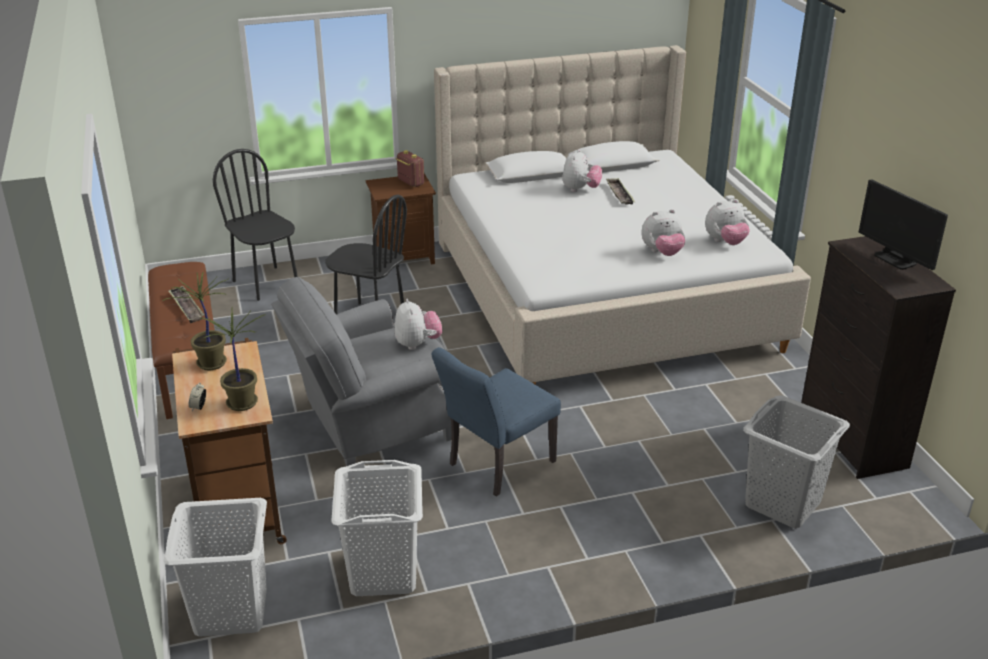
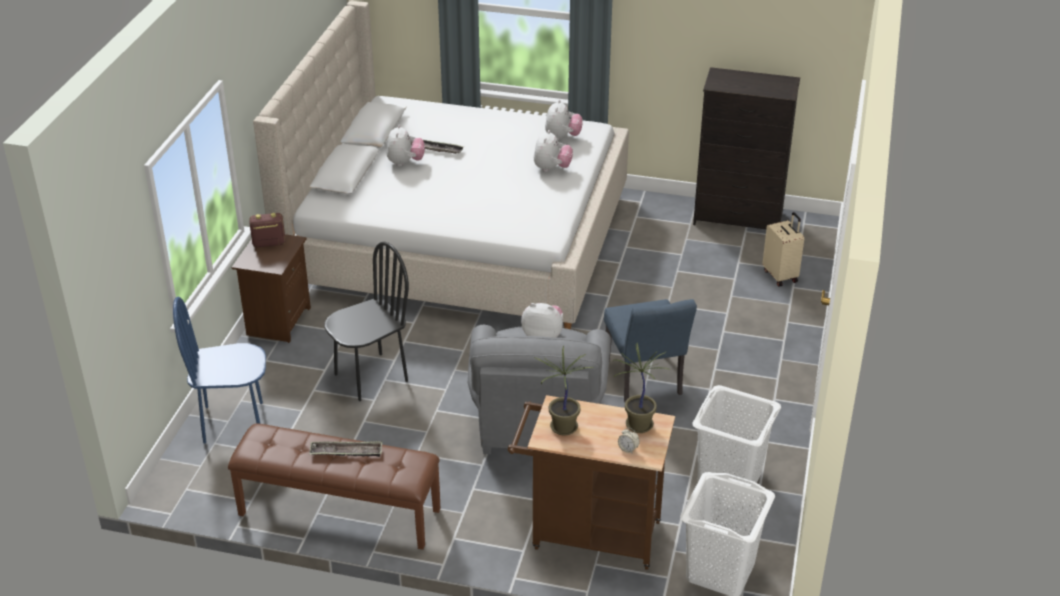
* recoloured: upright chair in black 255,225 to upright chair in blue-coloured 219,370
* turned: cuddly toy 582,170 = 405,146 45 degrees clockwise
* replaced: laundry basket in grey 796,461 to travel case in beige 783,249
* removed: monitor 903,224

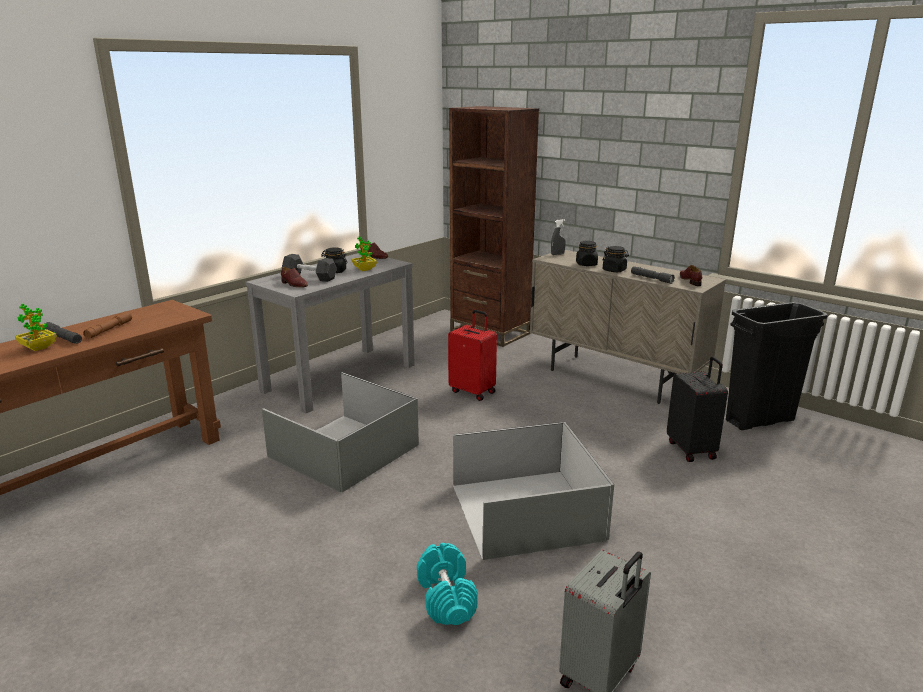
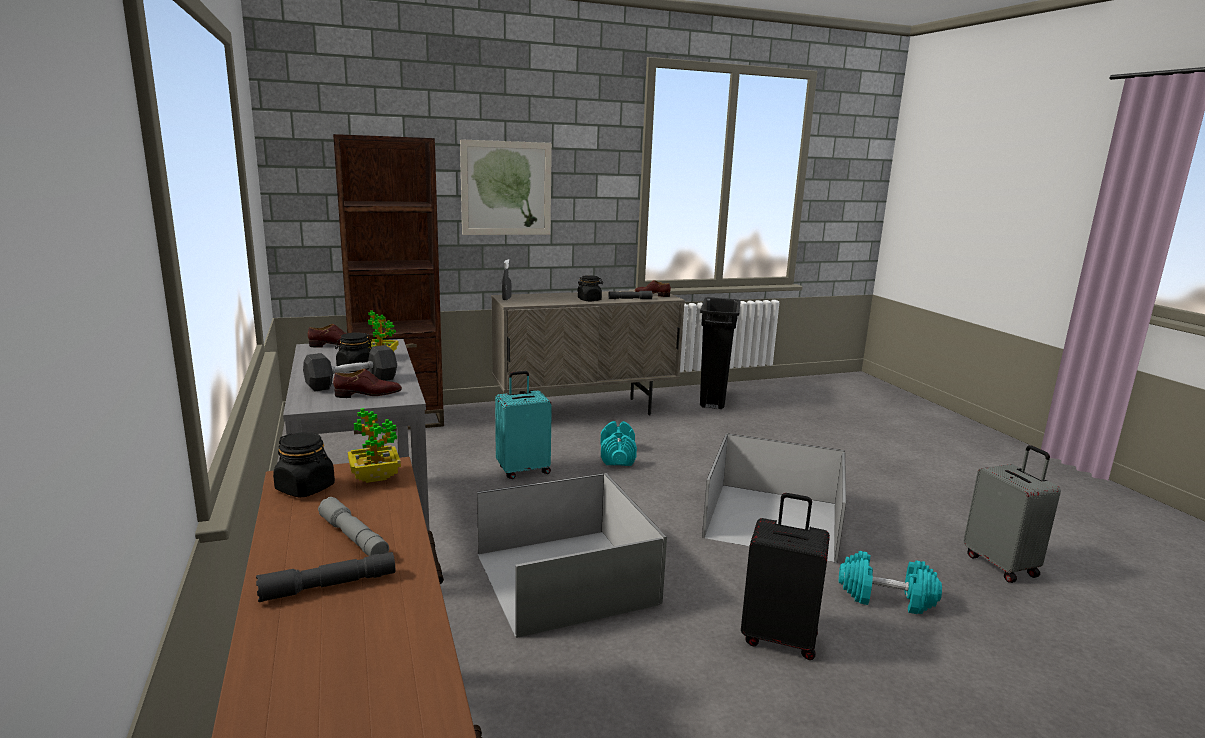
* moved: jar in black 587,253 to 304,465
* recoloured: hand torch in brown-coloured 107,325 to hand torch in grey 353,526
* moved: plant in a pot 36,327 to 374,445
* added: picture 506,187
* recoloured: travel case in red 472,355 to travel case in turquoise 523,425
* added: dumbbell in turquoise 619,443
* moved: travel case in black 697,409 to 785,576

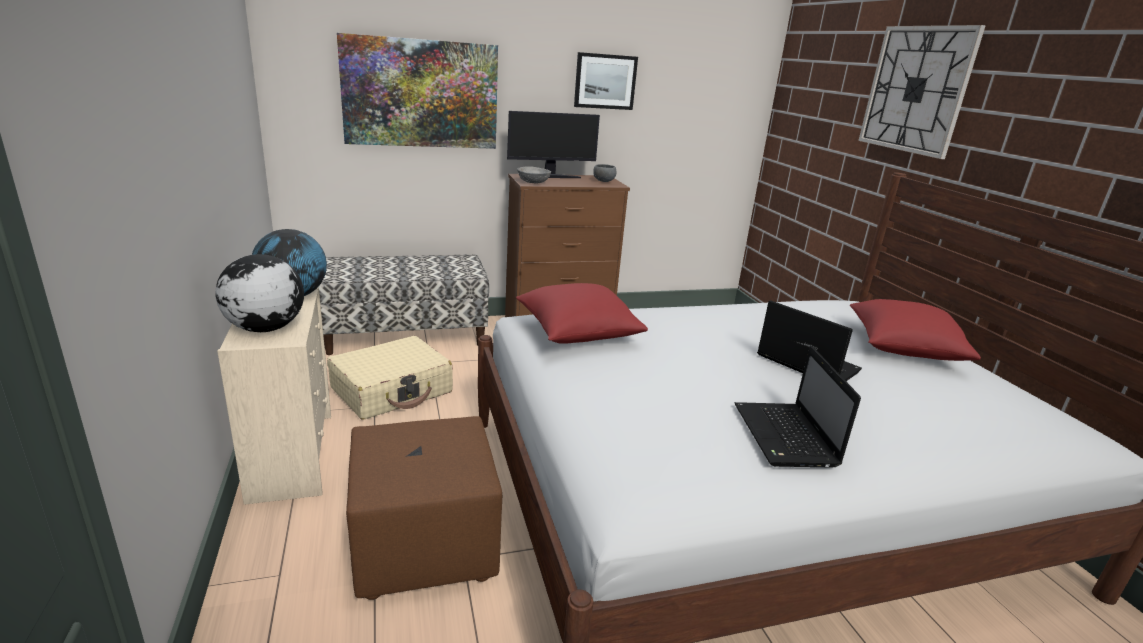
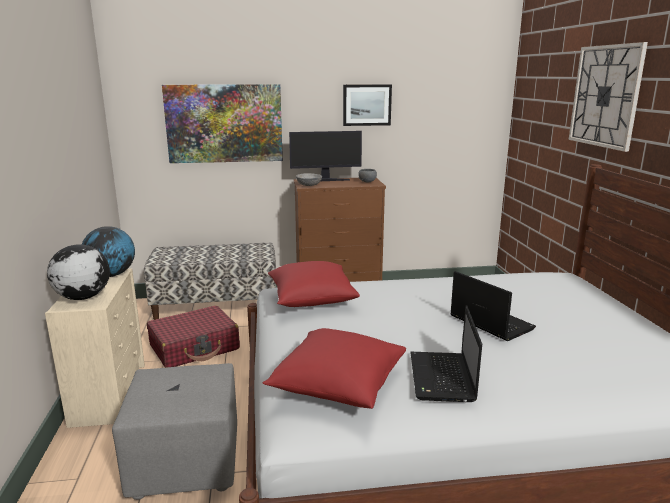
* recoloured: ottoman in brown-coloured 424,508 to ottoman in grey 174,431
* recoloured: travel case in beige 390,378 to travel case in red 193,337
* moved: cushion in red 915,330 to 334,368

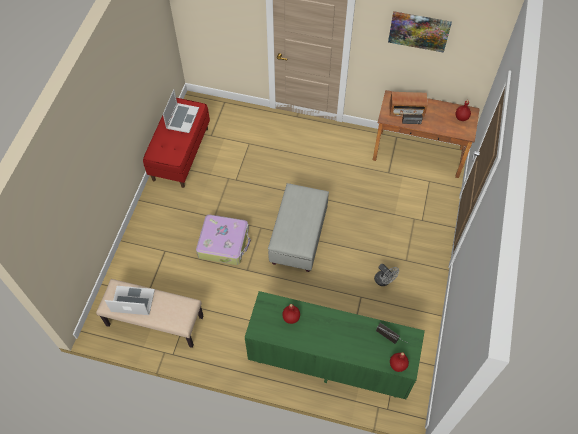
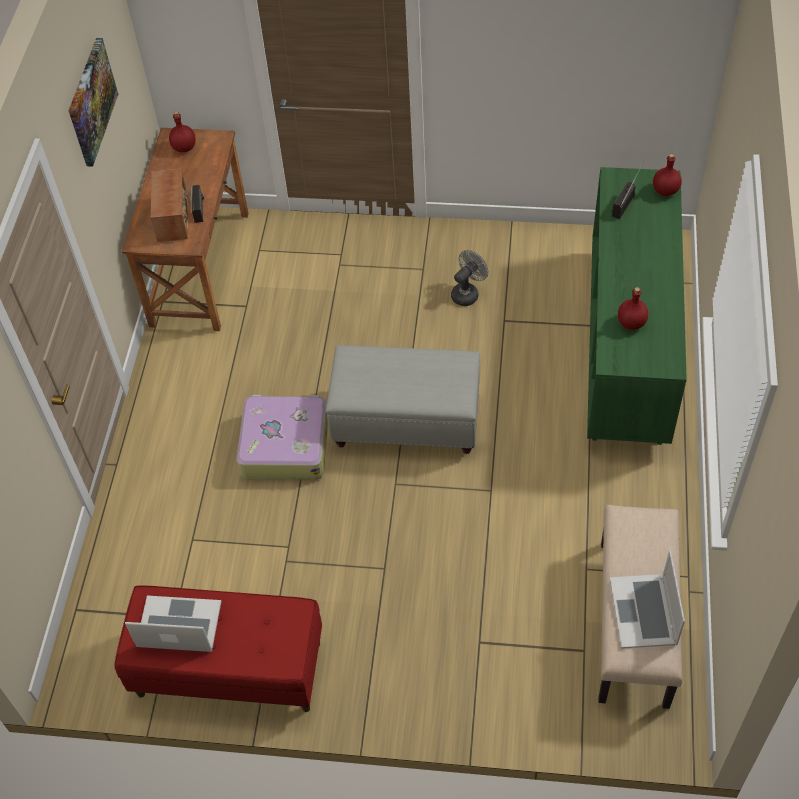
* moved: travel case 223,239 to 282,437

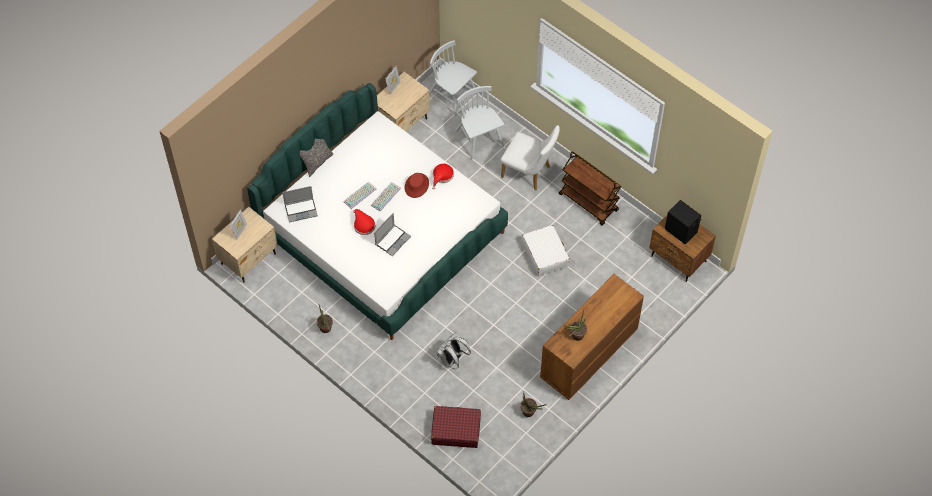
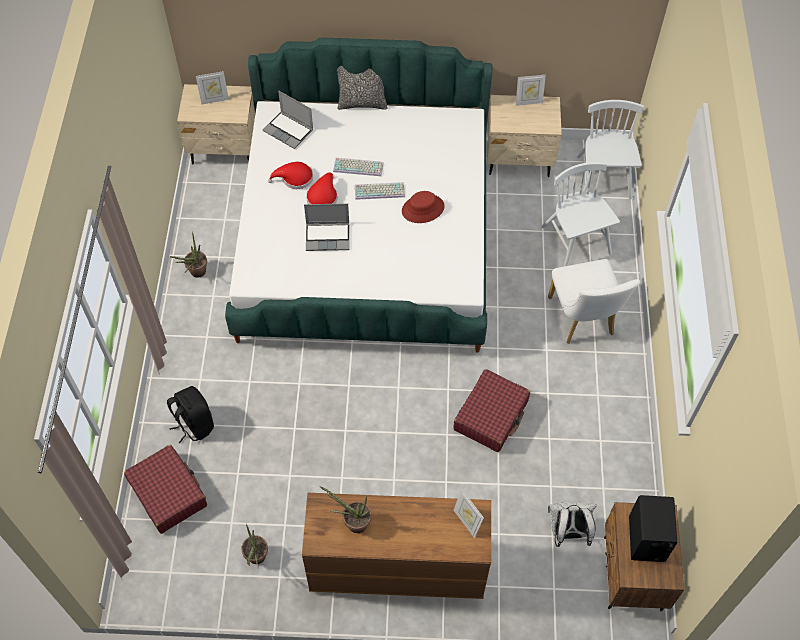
* added: rucksack in black 190,415
* moved: clothing hat in red 443,177 to 290,175
* recoloured: travel case in white-coloured 546,250 to travel case in red 491,410
* added: picture frame 469,513
* turned: upright chair in white-coloured 479,123 = 580,214 45 degrees counterclockwise
* moved: rucksack in white-coloured 454,350 to 572,524
* removed: trolley in brown-coloured 590,188

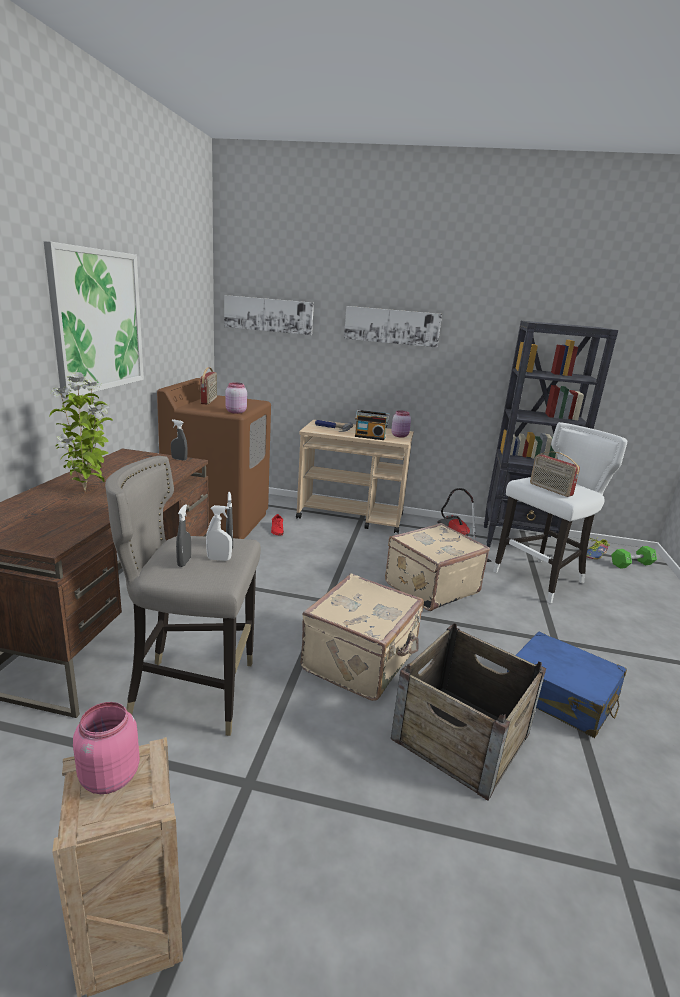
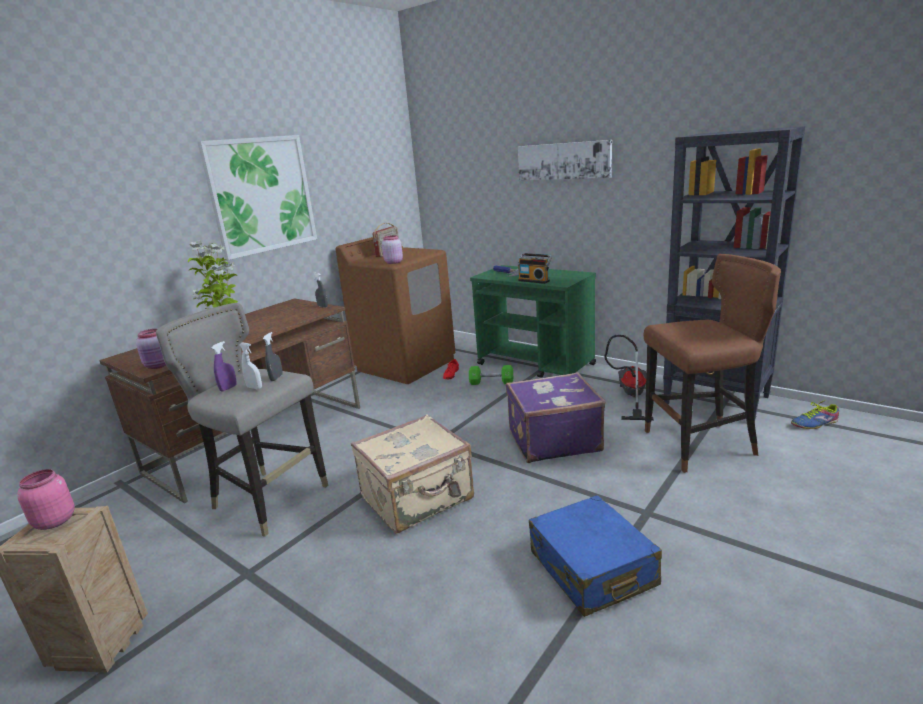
* moved: jar in pink 401,424 to 151,349
* recoloured: sprayer in grey 183,535 to sprayer in purplish 224,366
* moved: dumbbell in green 634,557 to 491,375
* recoloured: trolley in beige 355,476 to trolley in green 533,321
* recoloured: travel case in beige 437,567 to travel case in purplish 555,417
* recoloured: sitting stool in white-coloured 560,512 to sitting stool in brown-coloured 712,363
* removed: picture 269,315
* removed: shipping crate 468,712
* removed: radio receiver 555,474

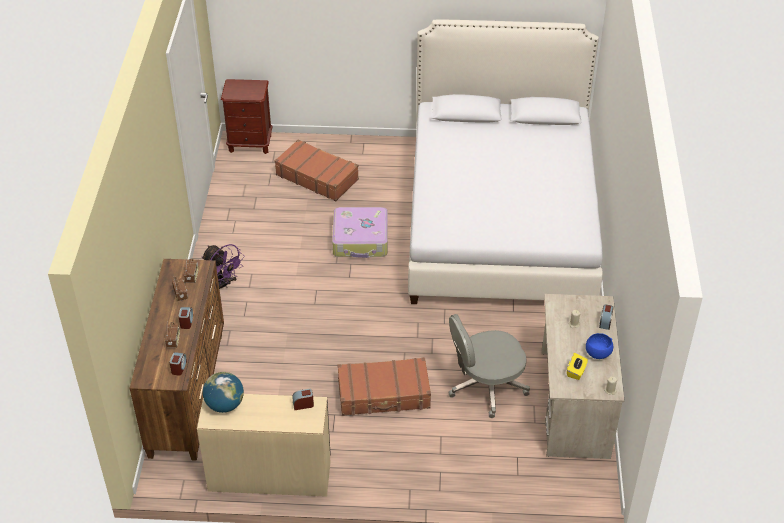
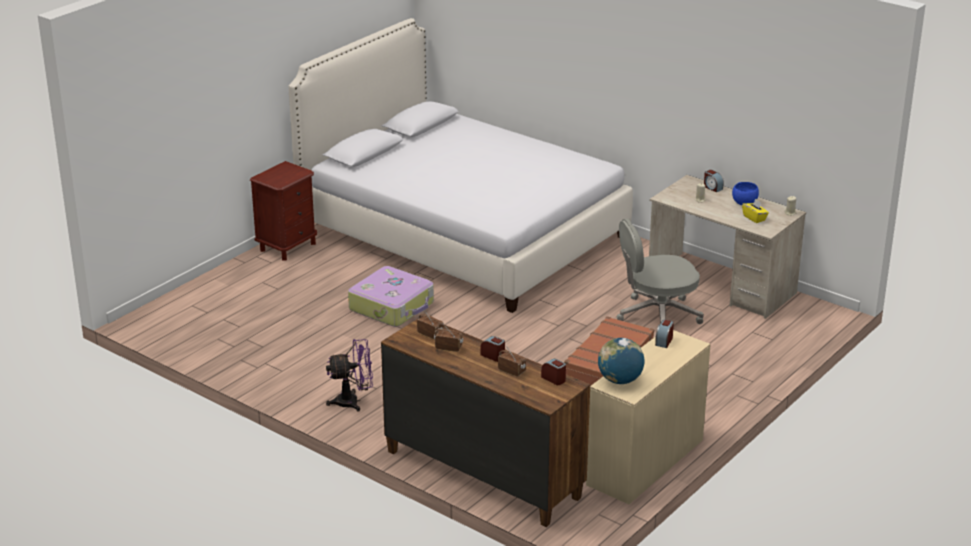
* moved: night table in brown-coloured 247,116 to 283,211
* turned: desk chair in grey 489,366 = 660,271 60 degrees clockwise
* removed: travel case in brown-coloured 316,170

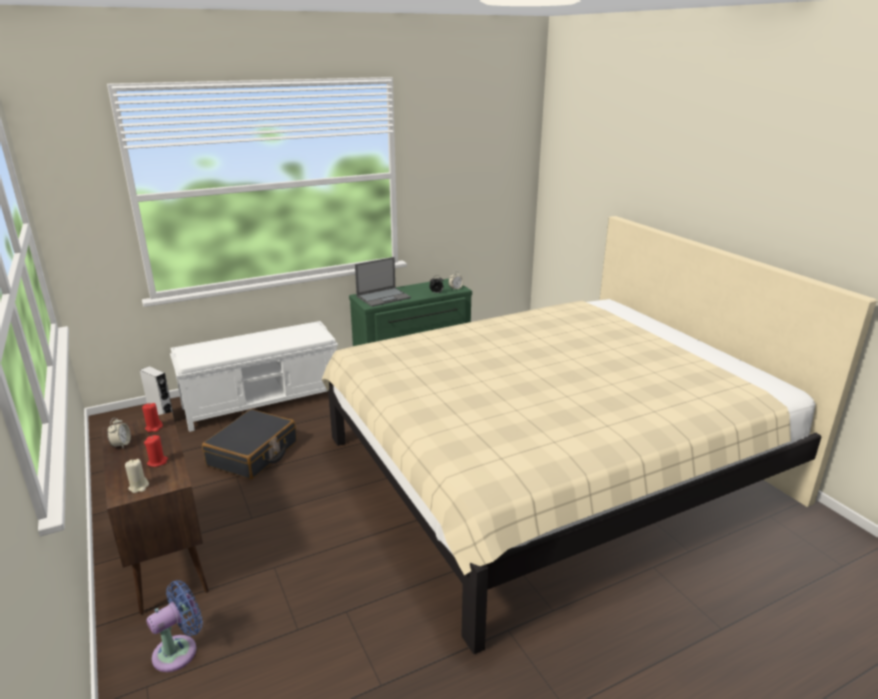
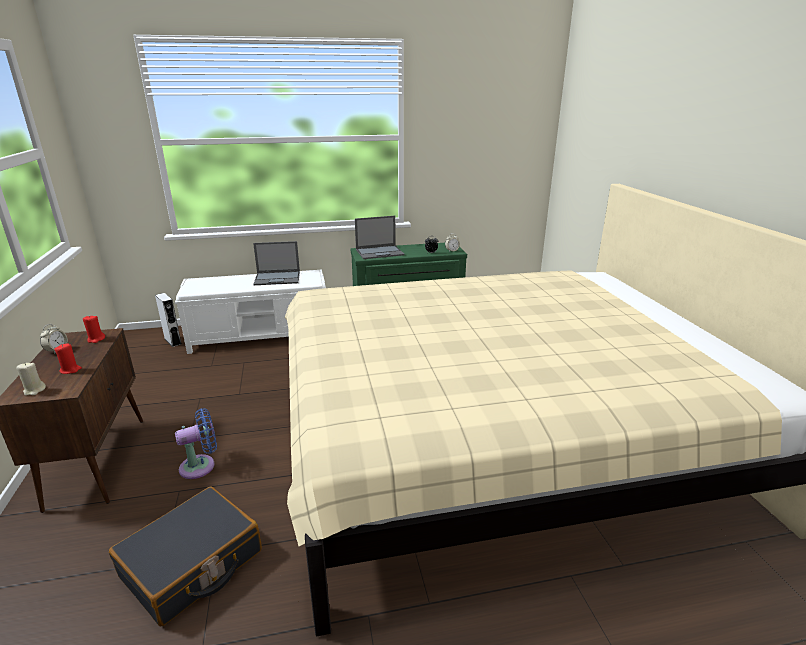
* moved: travel case in black 249,444 to 185,556
* moved: cooling fan in blue-coloured 174,626 to 196,443
* added: laptop 276,263

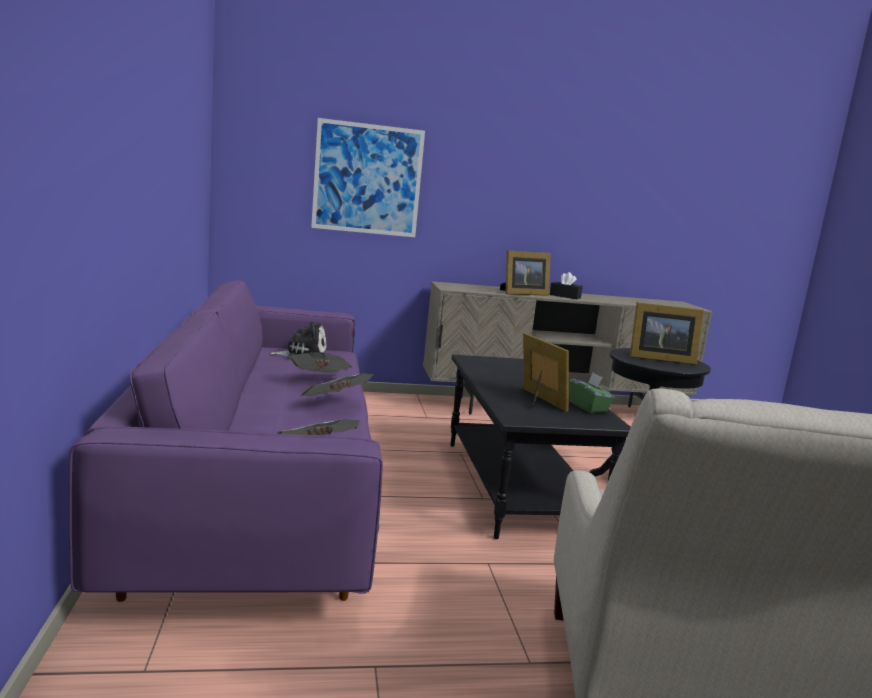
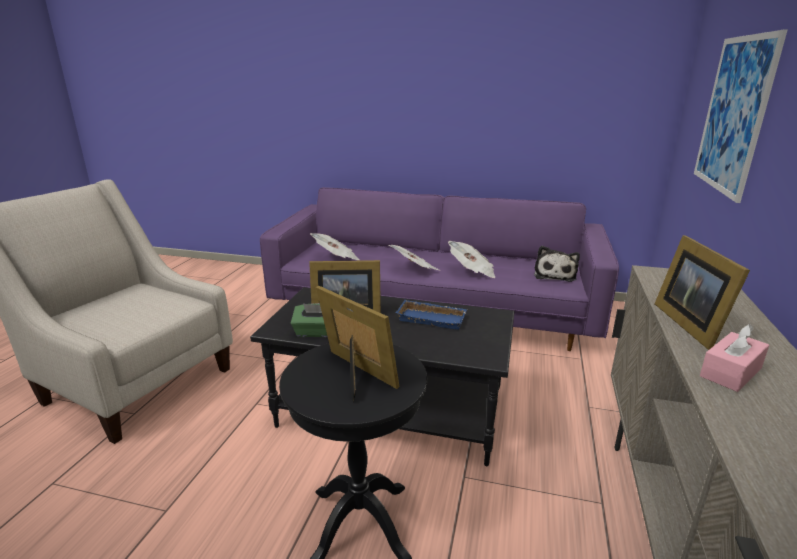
* turned: picture frame 667,333 = 357,344 105 degrees clockwise
* added: carrying tray in blue-coloured 431,315
* recoloured: tissue holder in black 566,285 to tissue holder in pink 734,358

